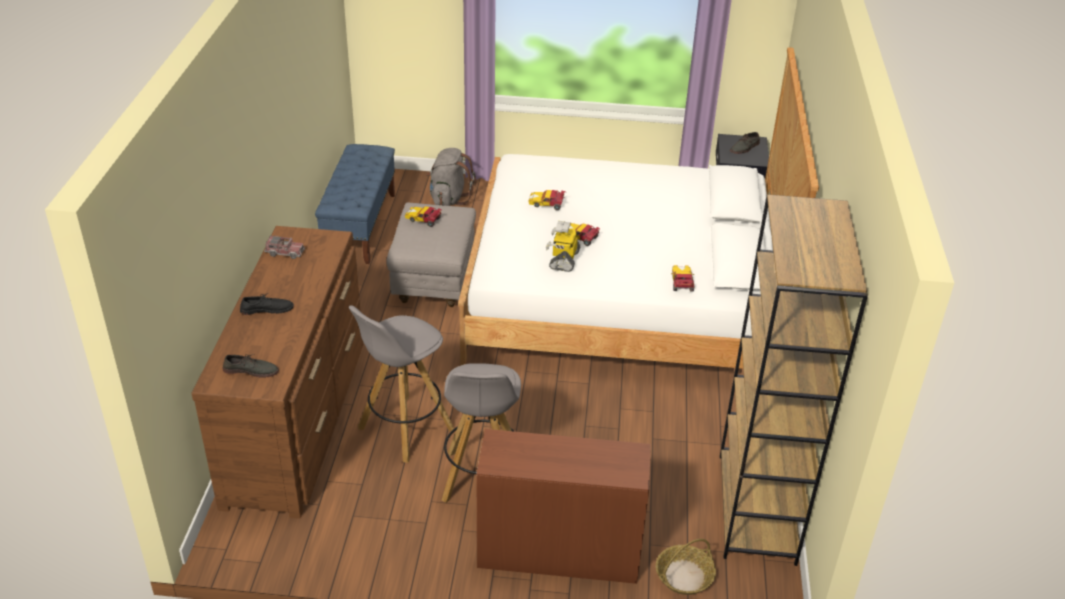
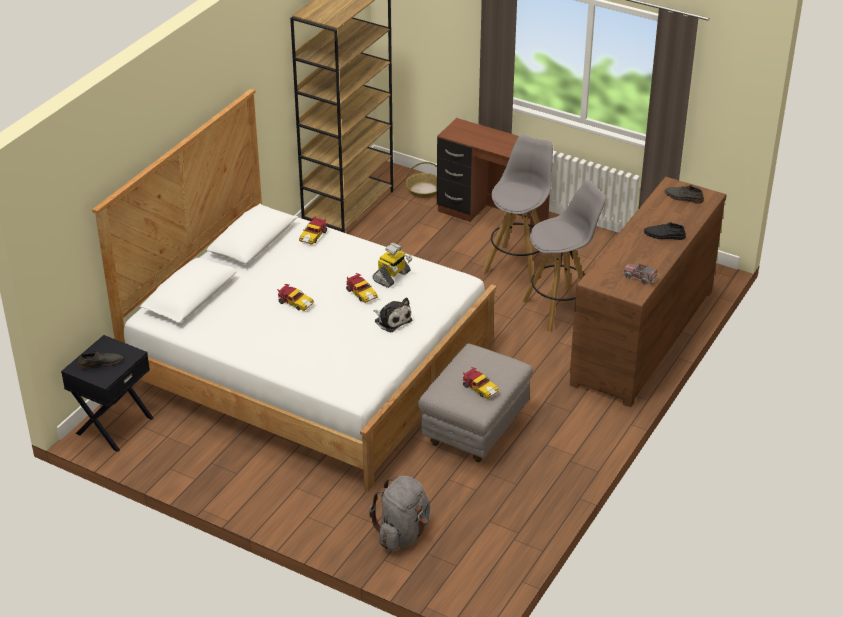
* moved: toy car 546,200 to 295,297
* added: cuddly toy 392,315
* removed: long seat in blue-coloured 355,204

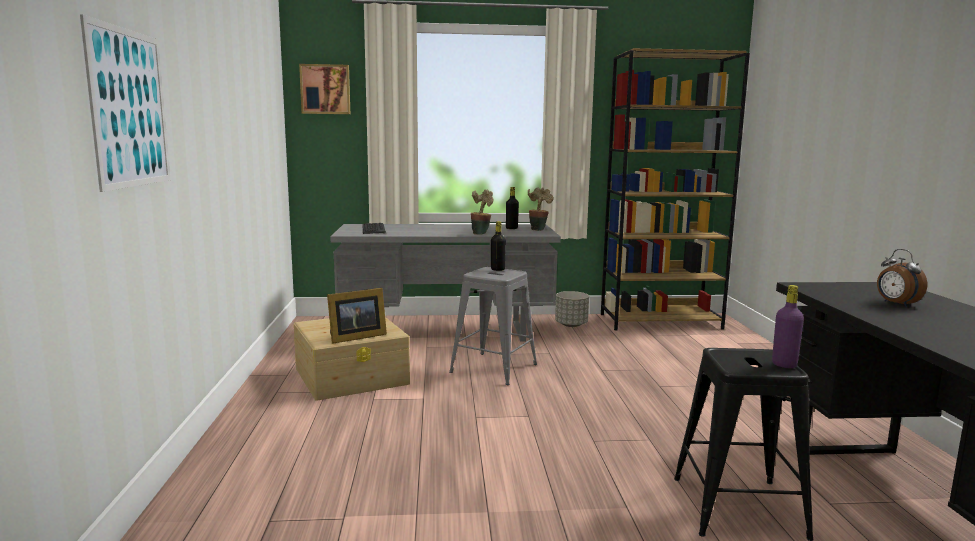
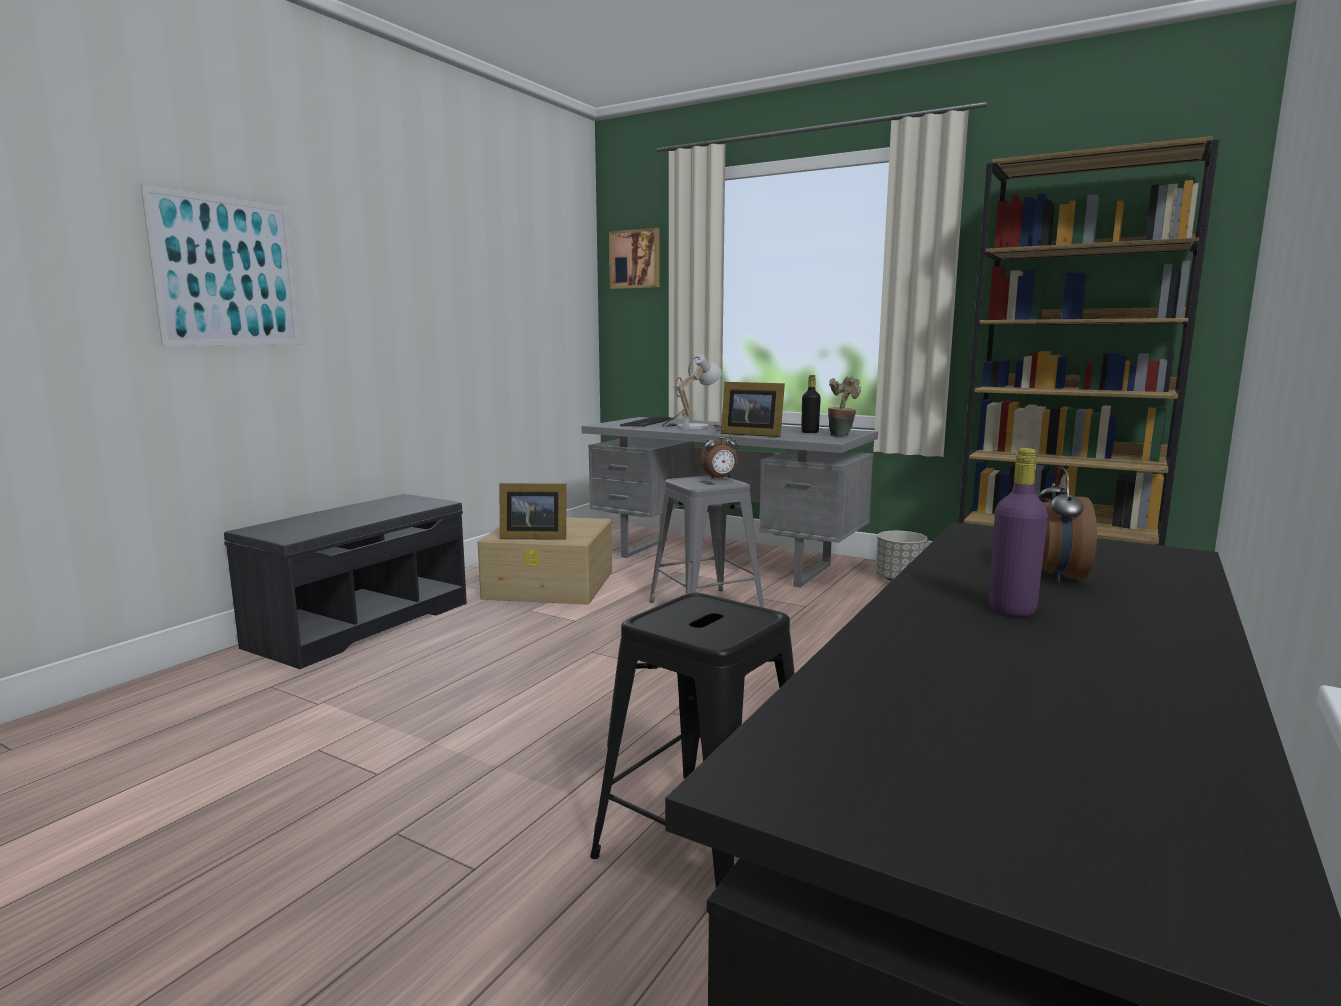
* added: long seat in grey 345,581
* added: table lamp 692,391
* replaced: beverage bottle in black 498,246 to bedside clock 719,454
* replaced: plant in a pot 482,212 to picture frame 753,409
* moved: beverage bottle in purplish 788,326 to 1018,532

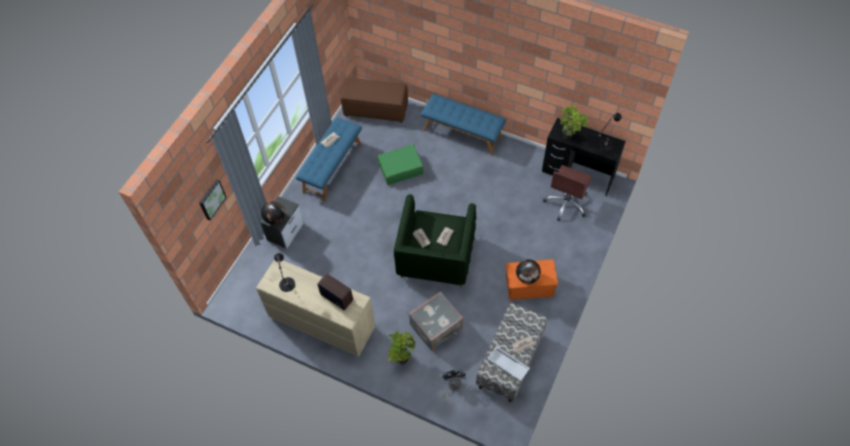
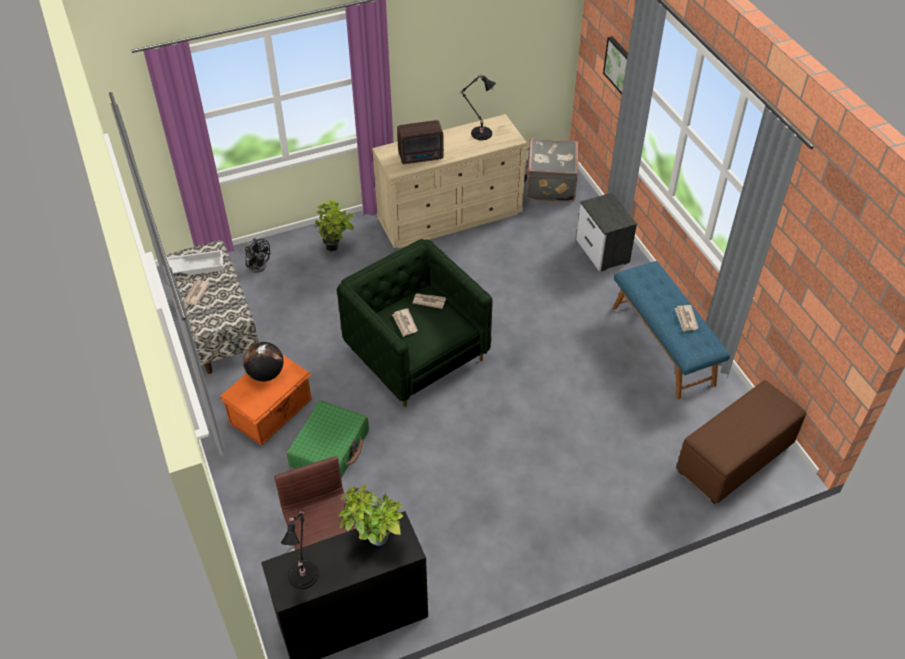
* moved: travel case in green 400,164 to 328,439
* moved: travel case in grey 436,321 to 551,170
* removed: globe 273,212
* removed: long seat in blue-coloured 463,125

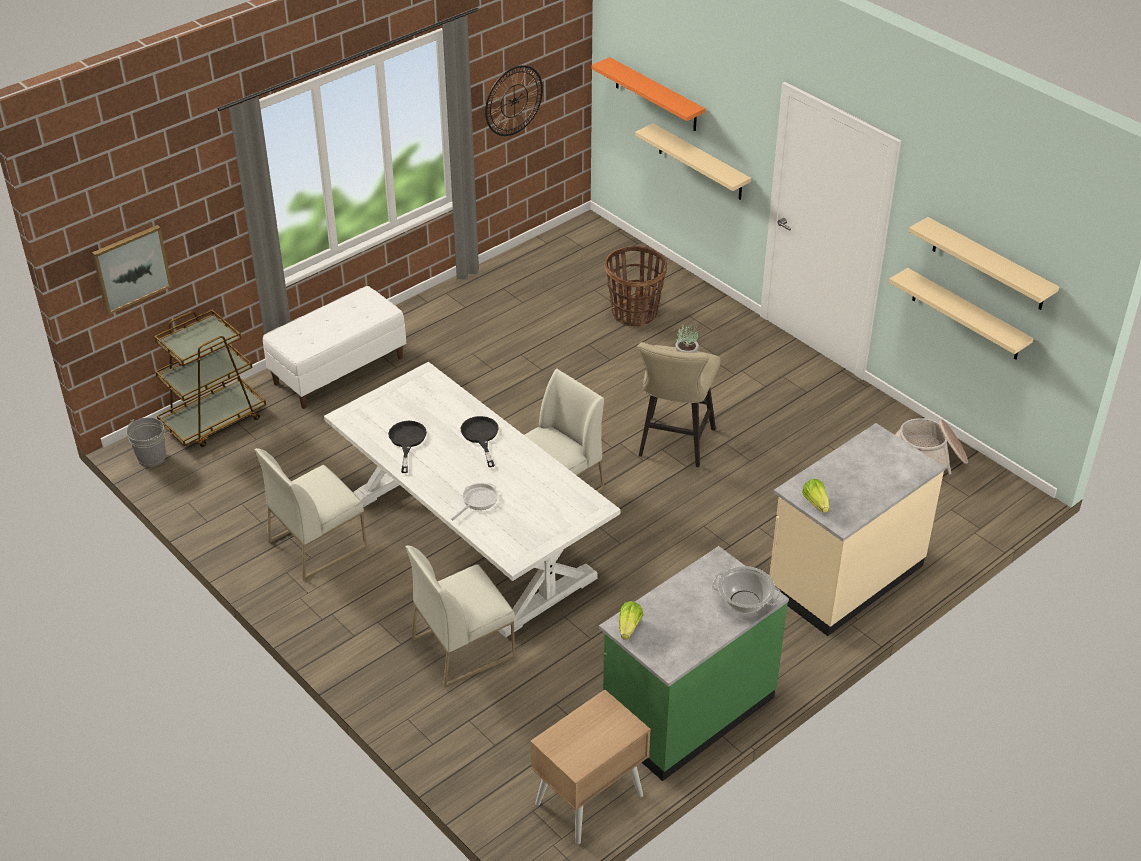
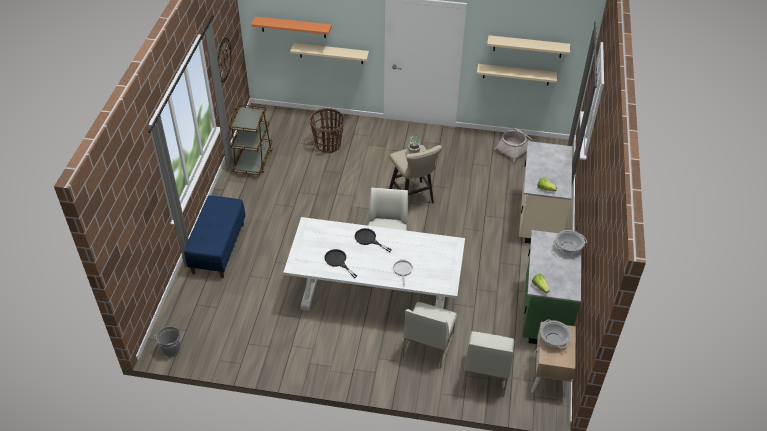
* recoloured: long seat in white-coloured 334,347 to long seat in blue-coloured 215,236
* moved: trolley in brown-coloured 210,378 to 251,139
* moved: upright chair in white-coloured 310,514 to 488,364
* added: cooking pot 555,334
* removed: picture 132,270

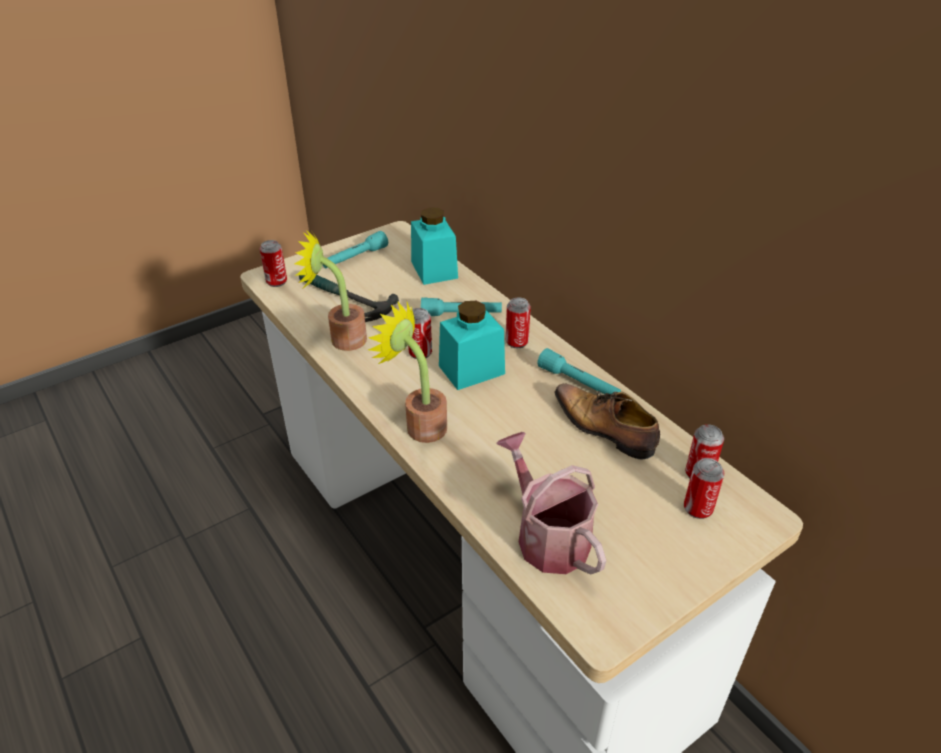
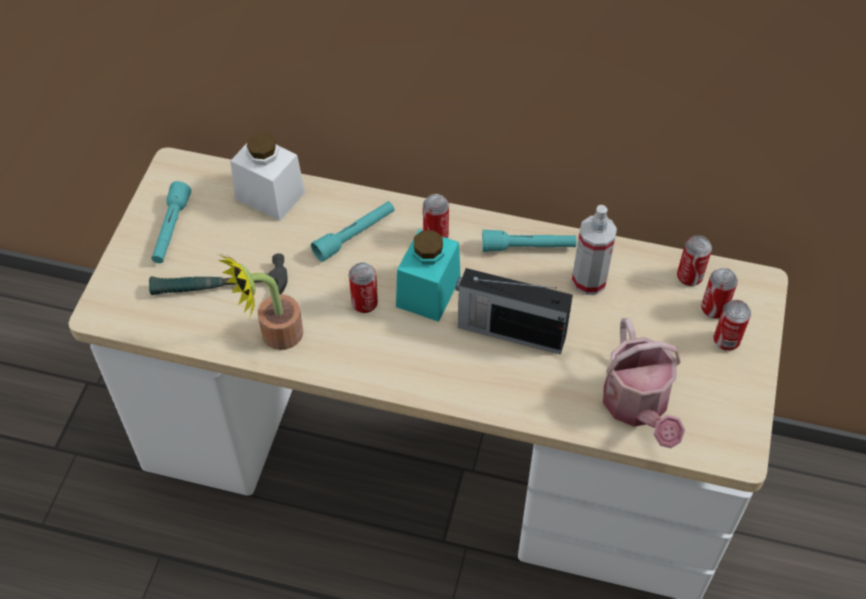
* recoloured: jar in turquoise 434,246 to jar in white-coloured 267,177
* added: radio receiver 514,311
* replaced: shoe 607,422 to sprayer 594,250
* turned: sprinkling can 551,503 = 644,383 120 degrees counterclockwise
* moved: metal can 273,263 to 732,325
* removed: plant in a pot 407,371

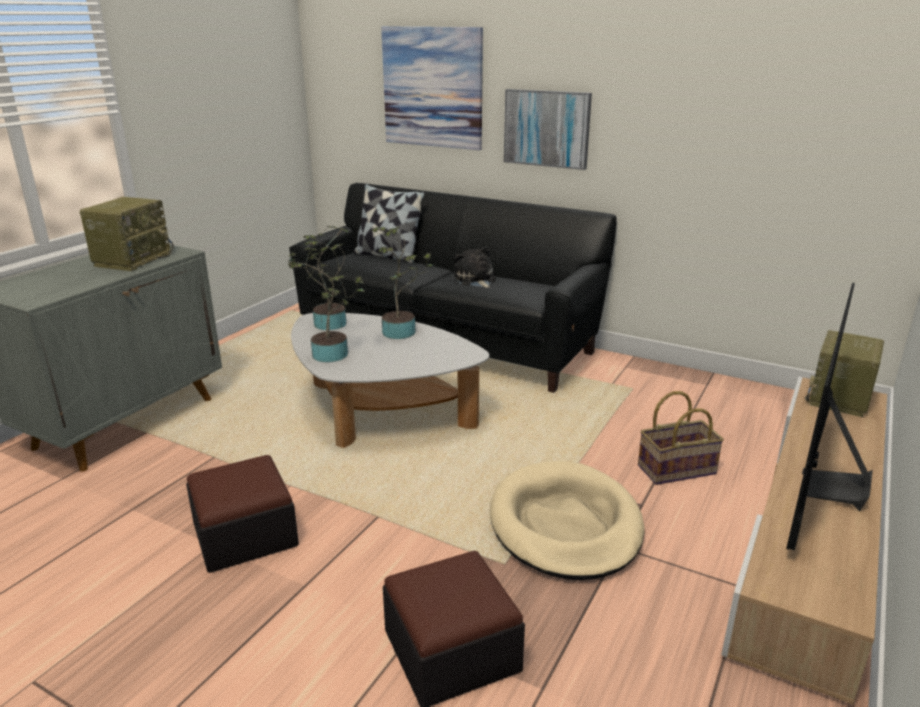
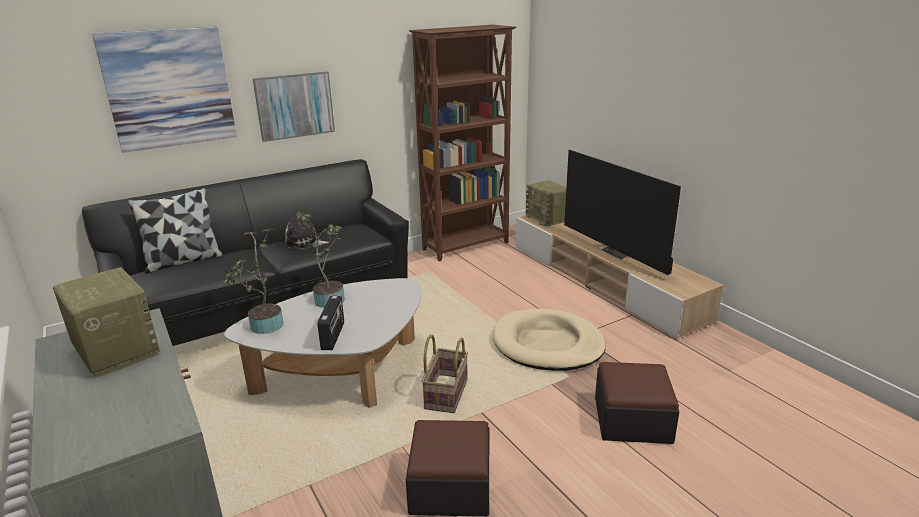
* replaced: plant in a pot 327,301 to radio receiver 330,323
* added: shelving unit in brown-coloured 462,143
* moved: basket 681,438 to 444,373

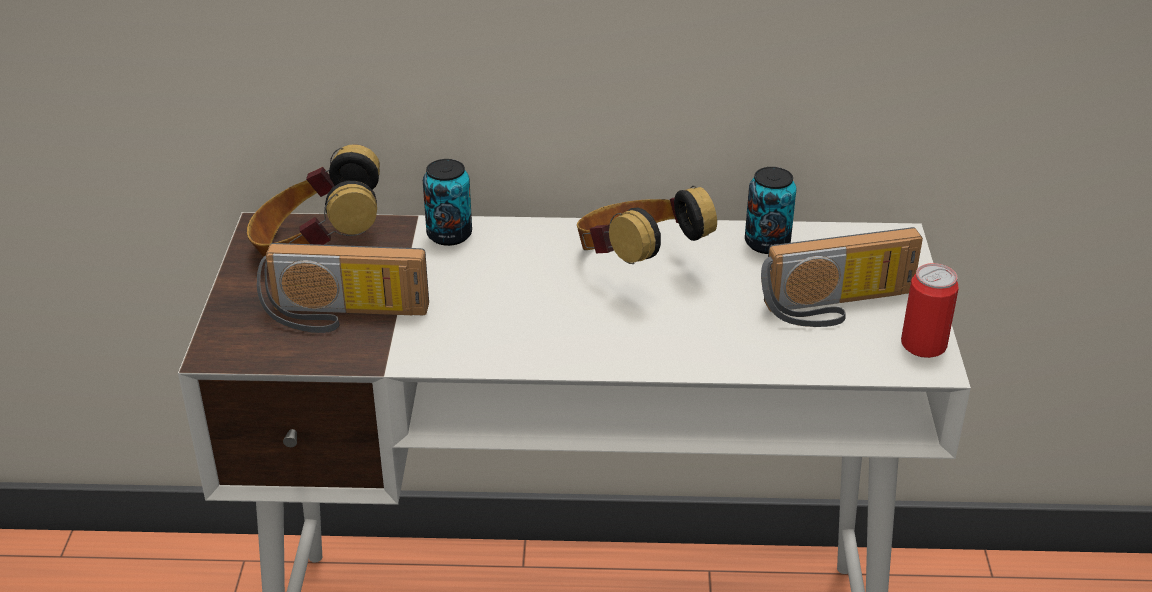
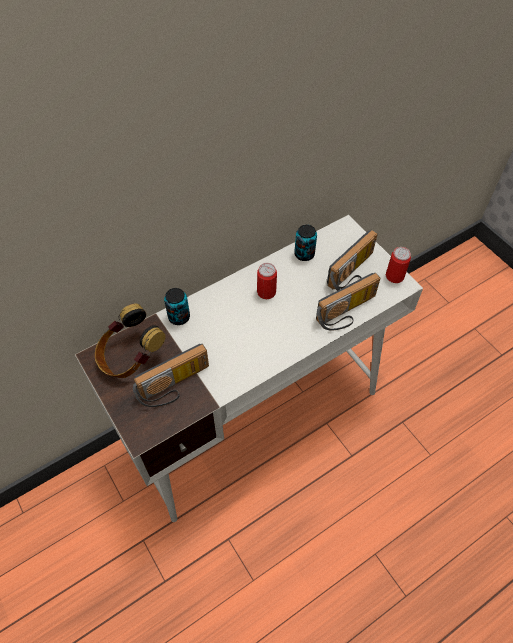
* replaced: headset 647,225 to metal can 267,281
* added: radio receiver 348,301

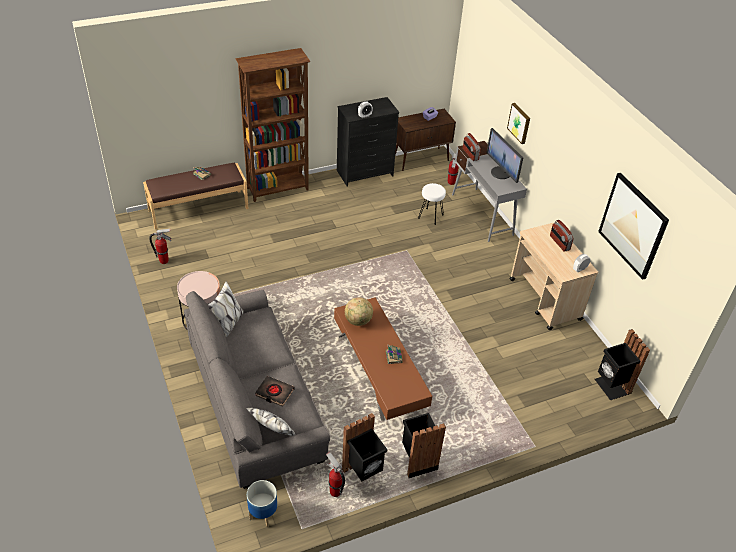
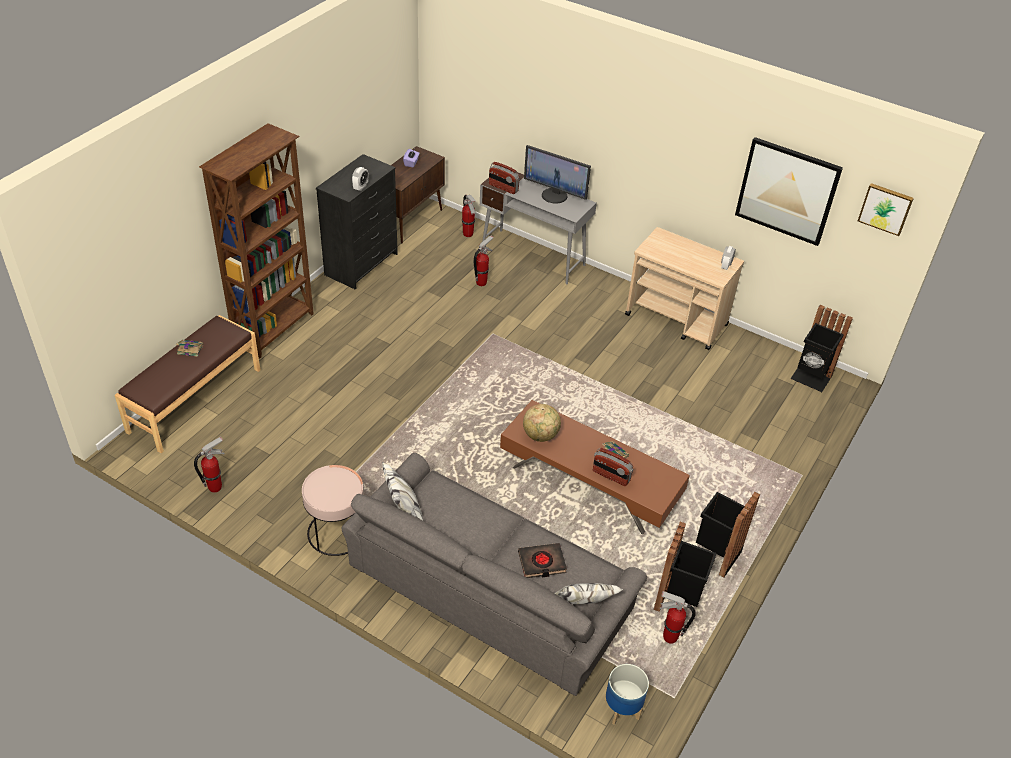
* replaced: sitting stool in white-coloured 432,204 to extinguisher 484,260
* moved: radio receiver 562,236 to 613,467
* moved: picture 518,123 to 886,209

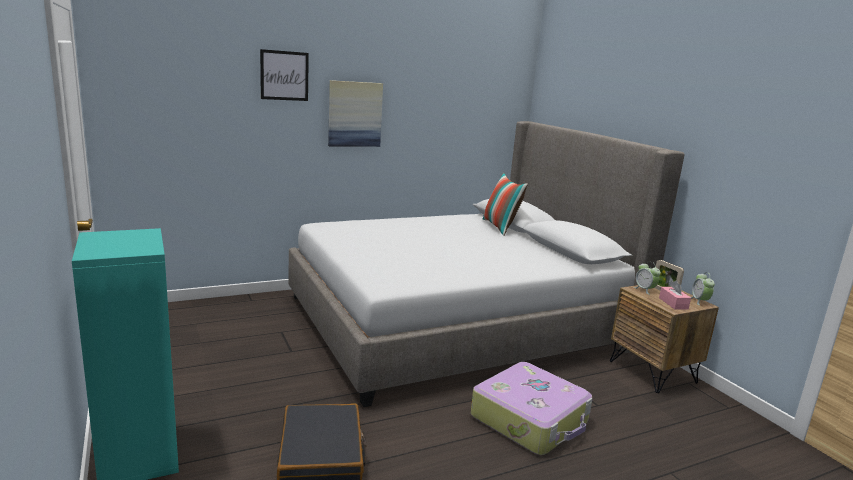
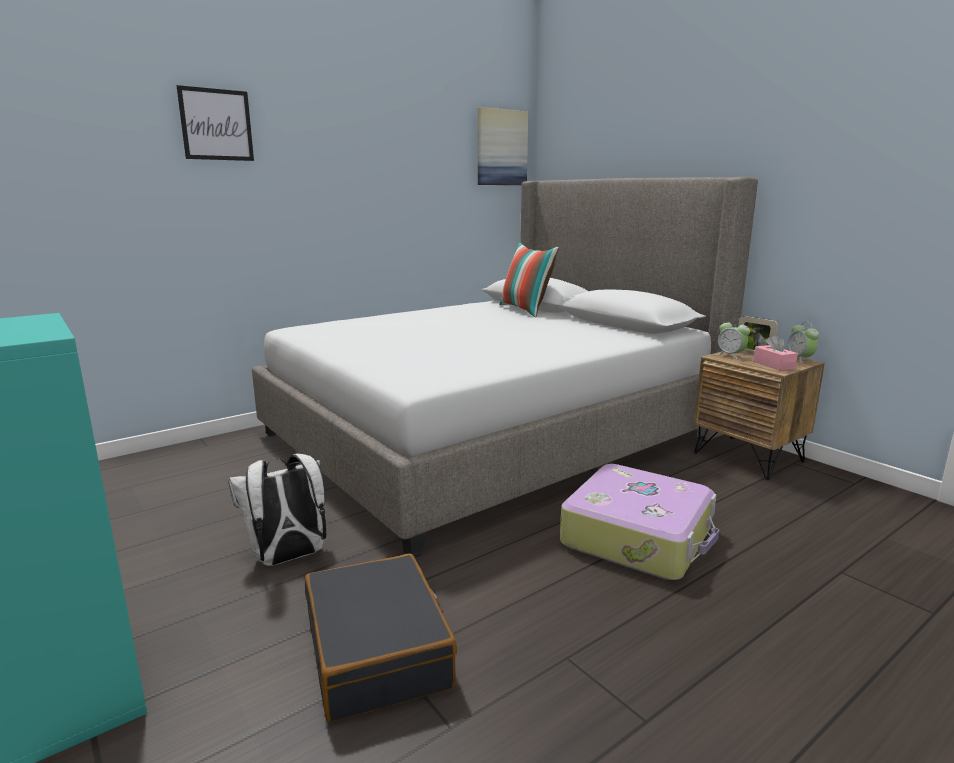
* added: rucksack in white-coloured 277,510
* moved: picture 355,113 to 503,146

